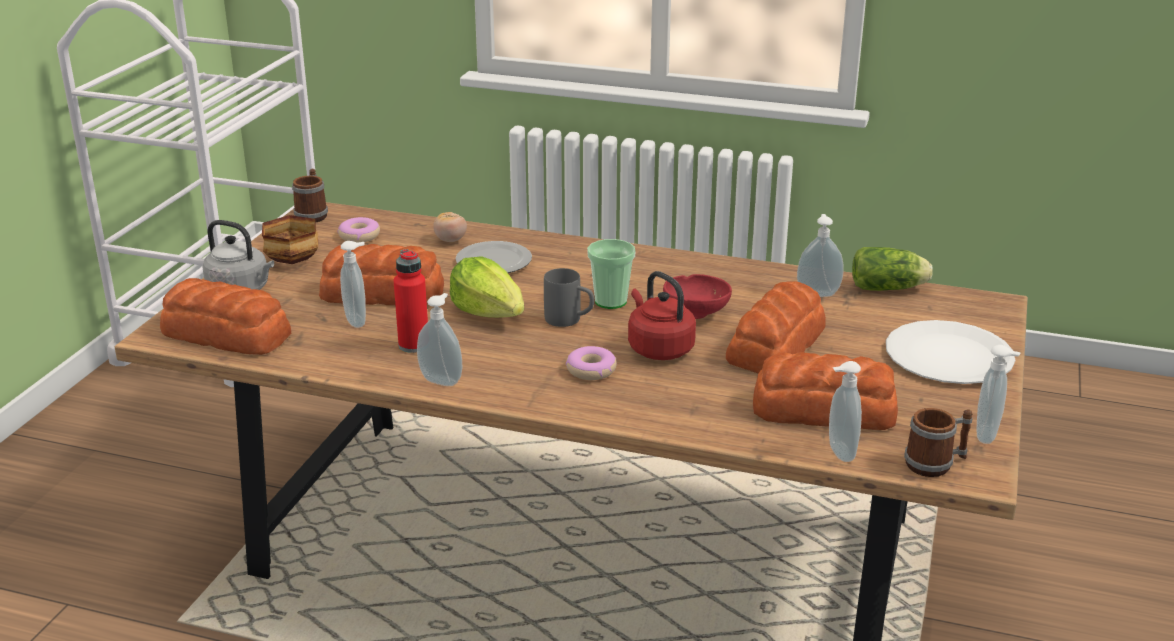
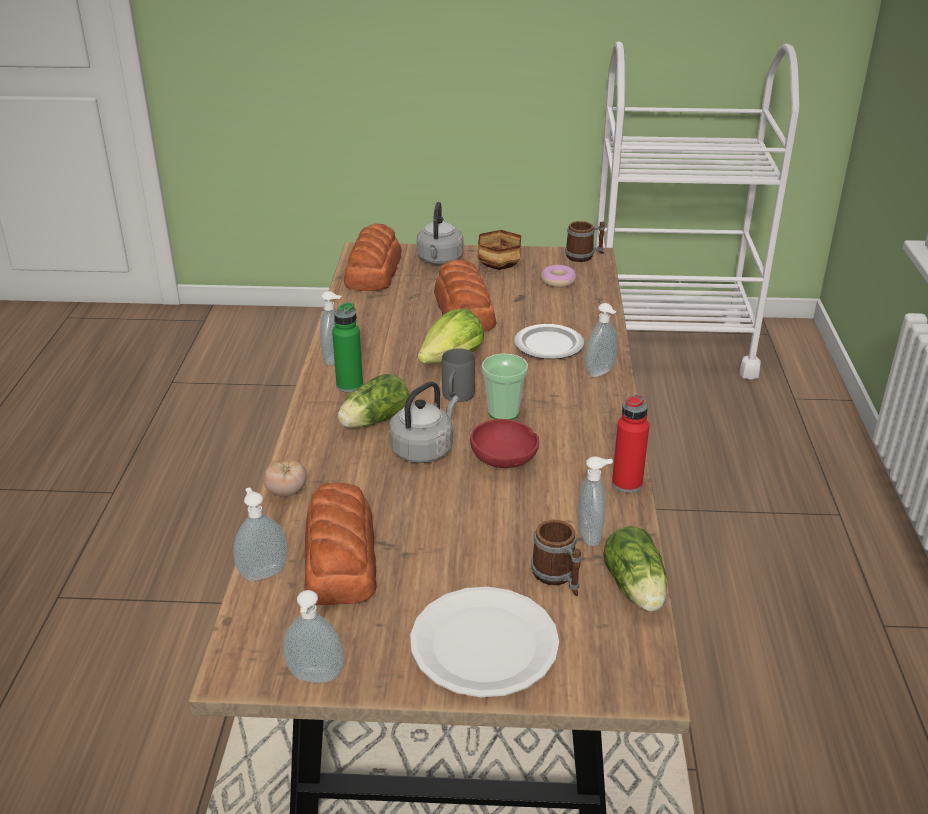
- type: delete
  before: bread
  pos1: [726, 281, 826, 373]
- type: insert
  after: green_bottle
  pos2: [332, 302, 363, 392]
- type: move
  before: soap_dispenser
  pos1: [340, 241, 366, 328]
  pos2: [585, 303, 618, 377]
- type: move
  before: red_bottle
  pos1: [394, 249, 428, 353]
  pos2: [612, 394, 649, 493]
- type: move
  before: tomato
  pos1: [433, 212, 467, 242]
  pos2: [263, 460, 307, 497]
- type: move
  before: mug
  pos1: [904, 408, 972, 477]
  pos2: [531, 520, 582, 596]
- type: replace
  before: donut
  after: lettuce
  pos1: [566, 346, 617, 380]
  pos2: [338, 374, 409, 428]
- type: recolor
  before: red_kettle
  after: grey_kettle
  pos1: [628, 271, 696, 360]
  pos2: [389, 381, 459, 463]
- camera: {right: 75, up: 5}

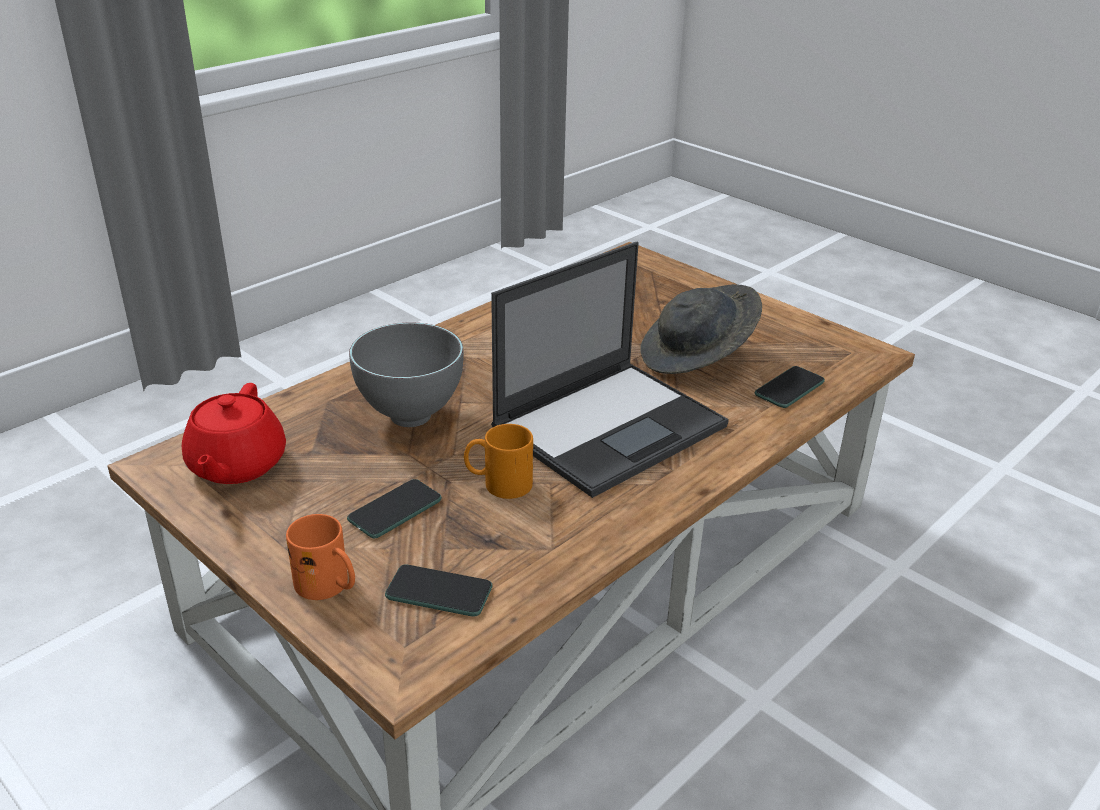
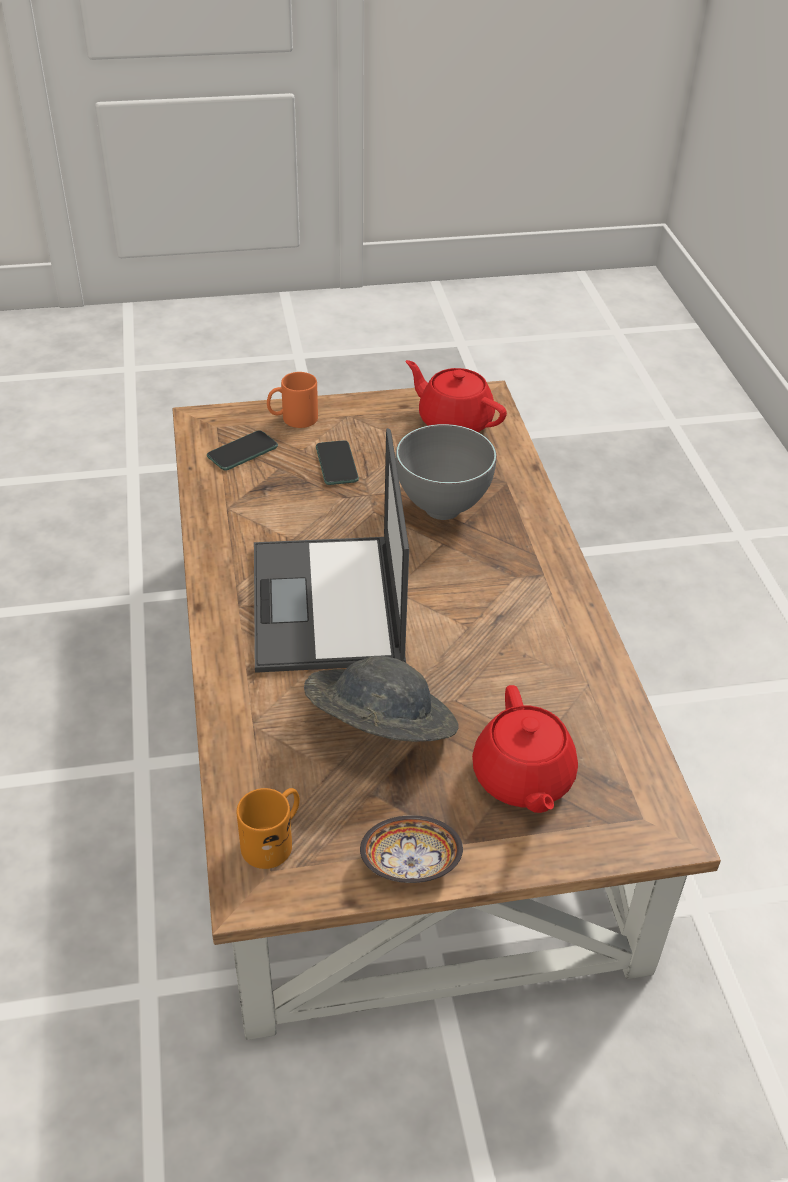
- type: delete
  before: phone
  pos1: [755, 366, 825, 408]
- type: insert
  after: bowl
  pos2: [360, 815, 463, 883]
- type: insert
  after: red_teapot
  pos2: [472, 685, 578, 813]
- type: move
  before: orange_mug
  pos1: [464, 424, 533, 499]
  pos2: [237, 788, 300, 869]
- camera: {right: 125, up: 10}

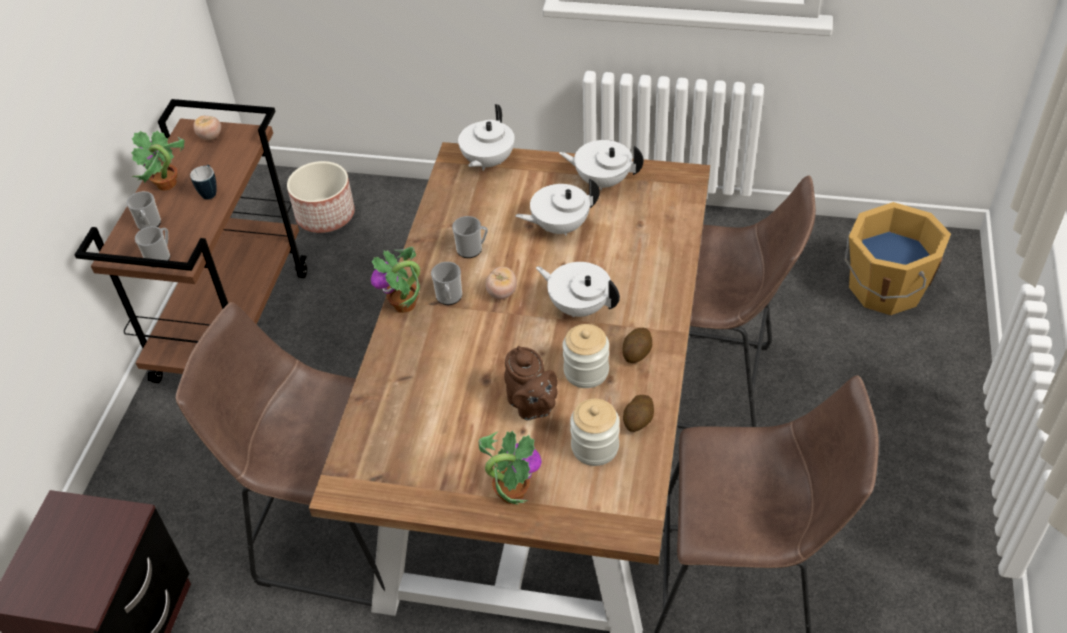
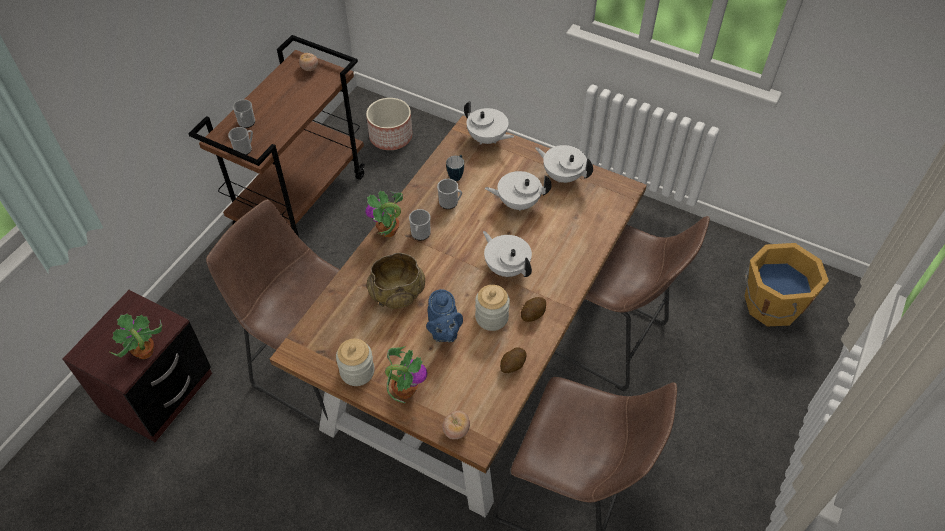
- type: insert
  after: beige_bowl
  pos2: [367, 253, 425, 309]
- type: move
  before: potted_plant
  pos1: [131, 130, 184, 191]
  pos2: [110, 314, 162, 359]
- type: move
  before: mug
  pos1: [190, 165, 217, 200]
  pos2: [446, 155, 464, 181]
- type: move
  before: tomato
  pos1: [486, 267, 517, 299]
  pos2: [443, 411, 470, 439]
- type: move
  before: jar
  pos1: [570, 399, 620, 466]
  pos2: [336, 339, 375, 386]
- type: recolor
  before: brown_teapot
  after: blue_teapot
  pos1: [504, 346, 558, 420]
  pos2: [426, 289, 463, 342]
- type: rotate
  before: white_teapot
  pos1: [458, 104, 515, 171]
  pos2: [464, 101, 514, 145]
  turn: -90
- camera: {right: 15, up: 5}

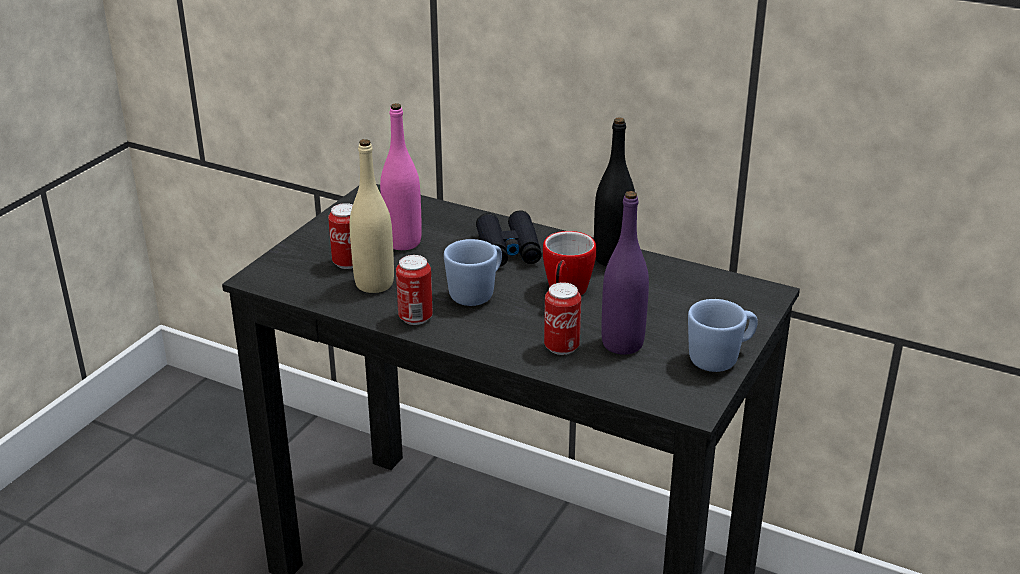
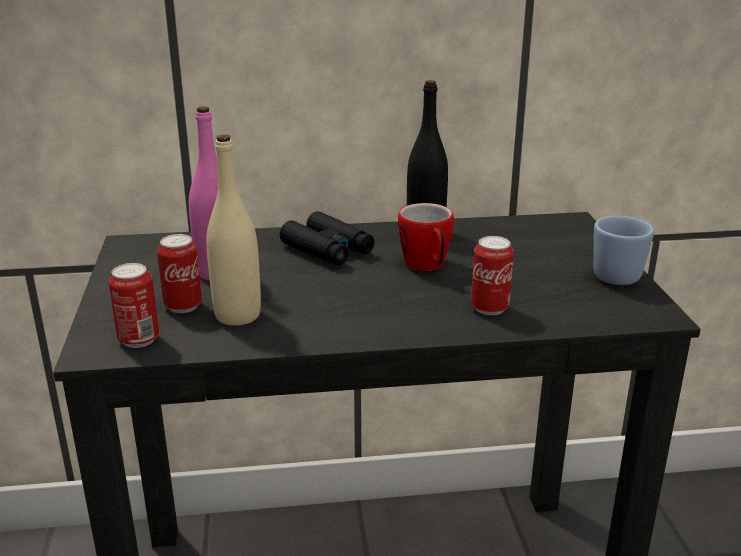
- type: delete
  before: blue_mug
  pos1: [444, 239, 502, 306]
- type: delete
  before: purple_bottle
  pos1: [601, 191, 649, 355]
- type: move
  before: can
  pos1: [396, 255, 433, 325]
  pos2: [108, 263, 159, 348]
- camera: {right: -35, up: -5}

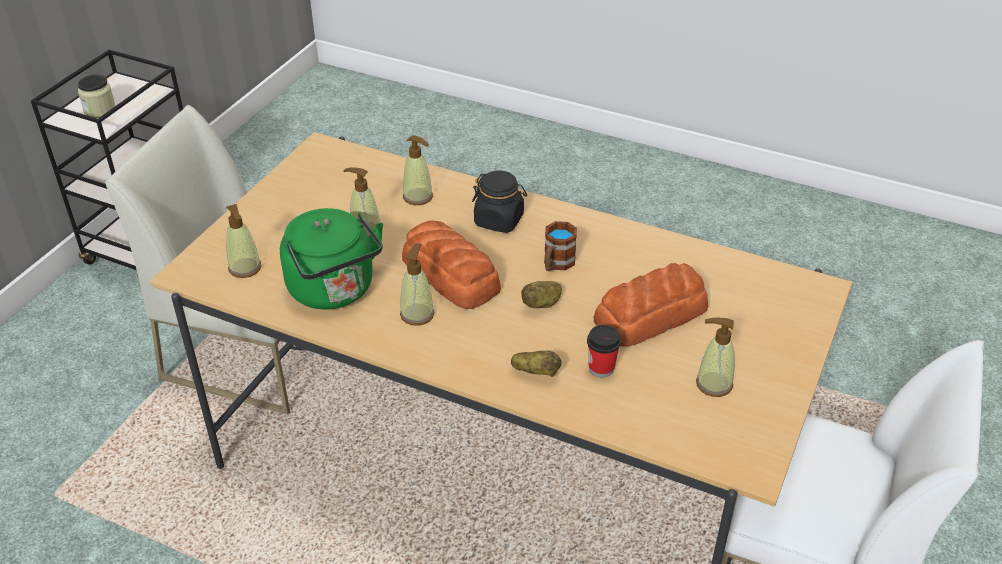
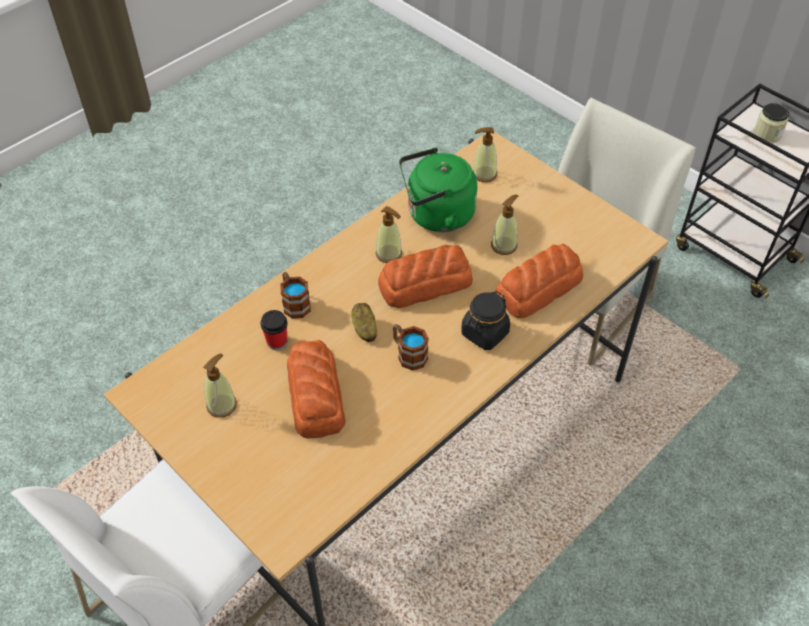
- type: replace
  before: soap_dispenser
  after: bread
  pos1: [403, 135, 433, 205]
  pos2: [495, 244, 583, 318]
- type: replace
  before: potato
  after: mug
  pos1: [511, 351, 561, 377]
  pos2: [281, 272, 311, 319]
- camera: {right: 110, up: 10}

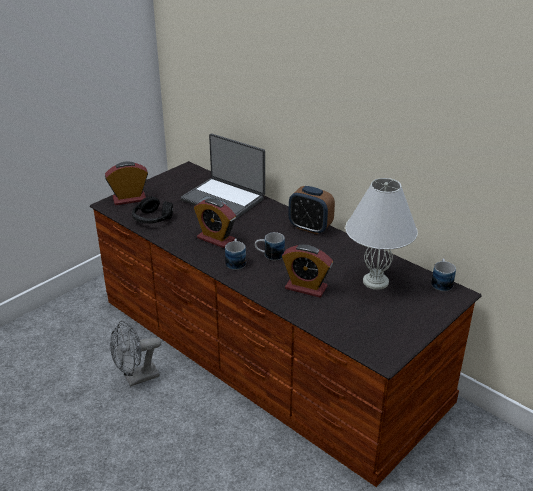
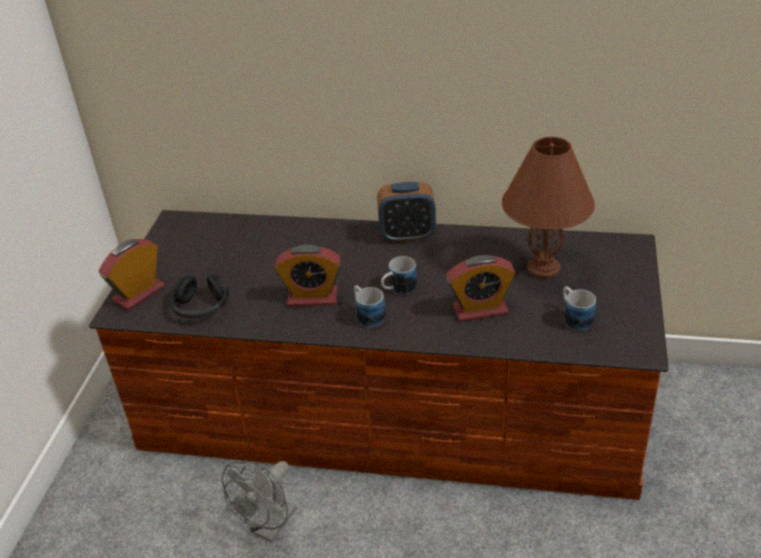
- type: delete
  before: laptop
  pos1: [181, 133, 265, 220]
- type: move
  before: mug
  pos1: [431, 258, 456, 291]
  pos2: [563, 286, 596, 331]
- type: recolor
  before: white_table_lamp
  after: brown_table_lamp
  pos1: [345, 178, 418, 290]
  pos2: [502, 137, 595, 279]
- camera: {right: -30, up: 5}

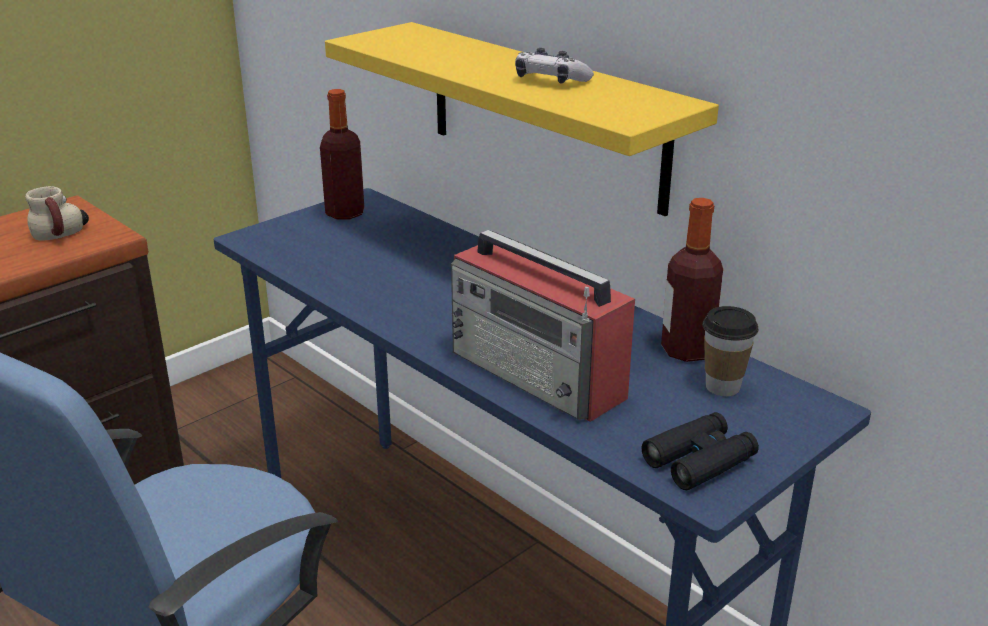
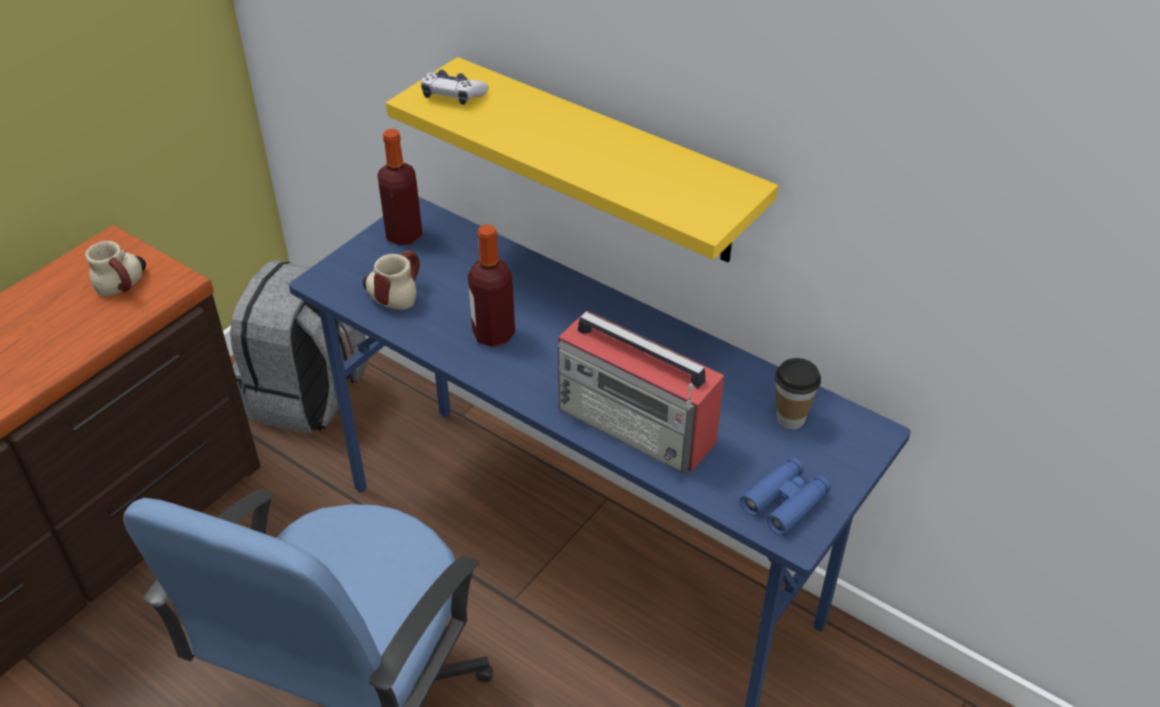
- type: insert
  after: grey_backpack
  pos2: [230, 260, 368, 435]
- type: insert
  after: mug
  pos2: [363, 250, 420, 310]
- type: move
  before: game_controller
  pos1: [515, 48, 594, 84]
  pos2: [421, 70, 489, 105]
- type: move
  before: bottle
  pos1: [661, 198, 723, 362]
  pos2: [468, 224, 515, 347]
- type: recolor
  before: black_binoculars
  after: blue_binoculars
  pos1: [642, 412, 759, 490]
  pos2: [740, 457, 831, 535]
- camera: {right: -10, up: 15}

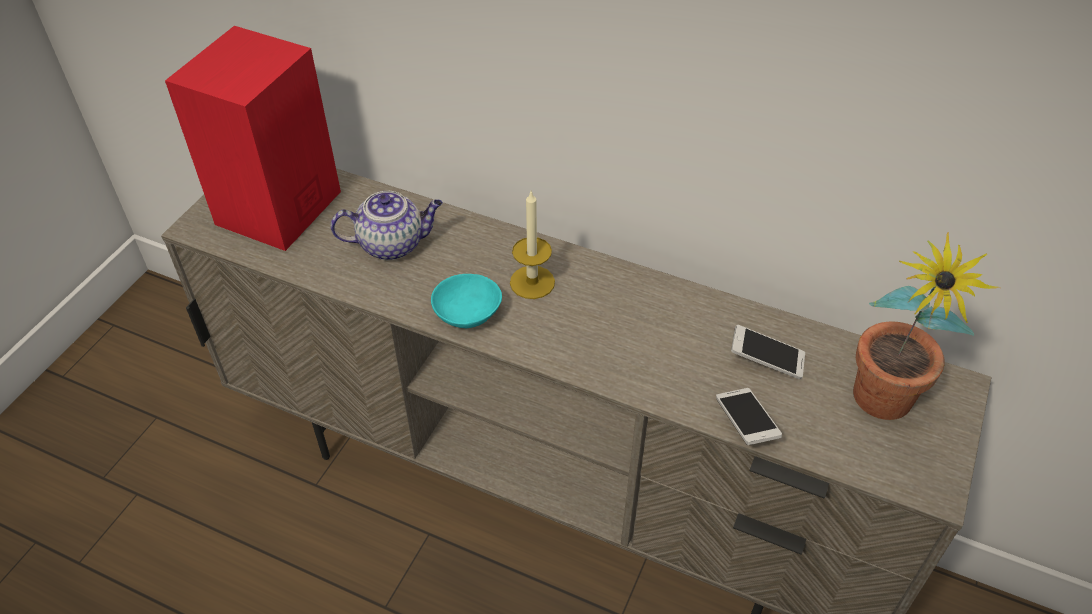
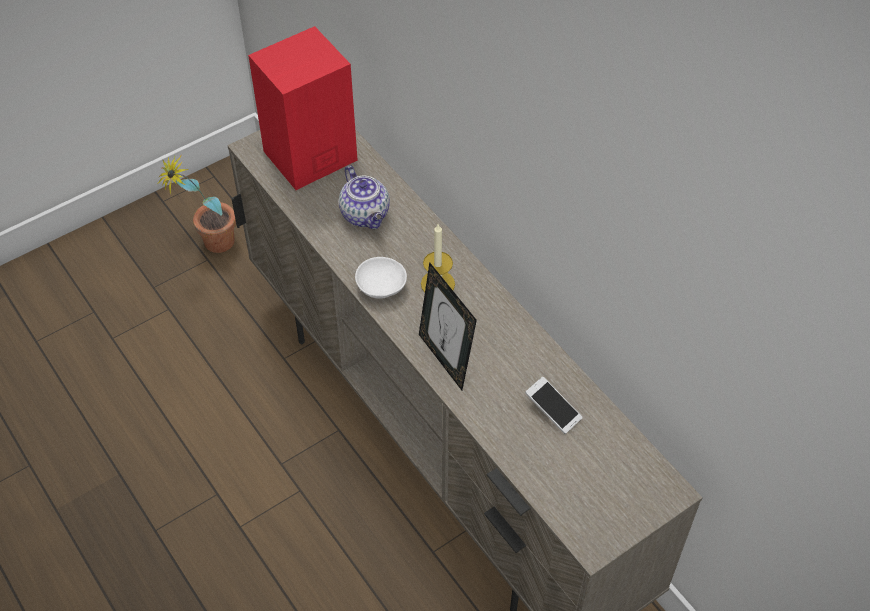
- type: delete
  before: phone
  pos1: [716, 388, 782, 445]
- type: insert
  after: picture_frame
  pos2: [419, 262, 477, 390]
- type: move
  before: potted_plant
  pos1: [853, 232, 1000, 420]
  pos2: [157, 155, 236, 253]
- type: recolor
  before: turquoise_bowl
  after: white_bowl
  pos1: [431, 274, 502, 328]
  pos2: [355, 257, 407, 299]
- type: rotate
  before: teapot
  pos1: [330, 191, 443, 260]
  pos2: [339, 165, 390, 229]
  turn: 45
- camera: {right: 30, up: 5}

